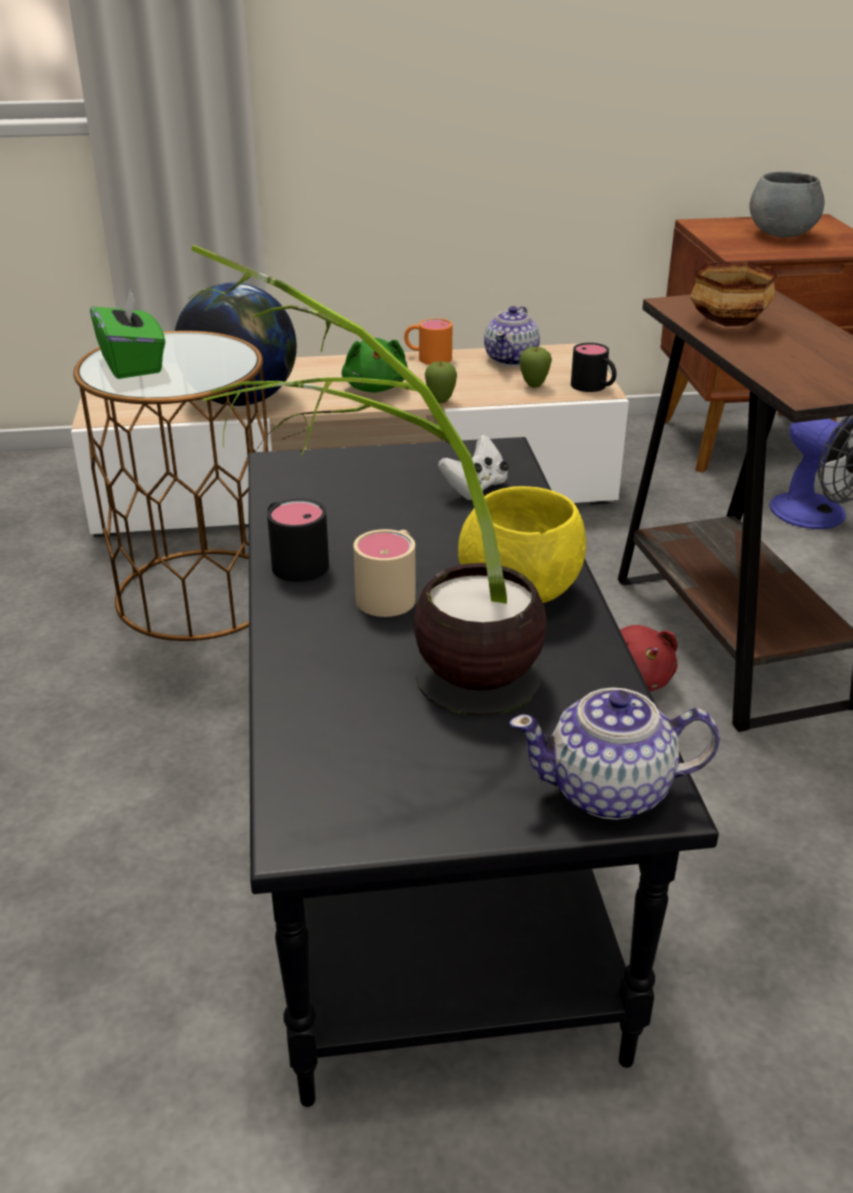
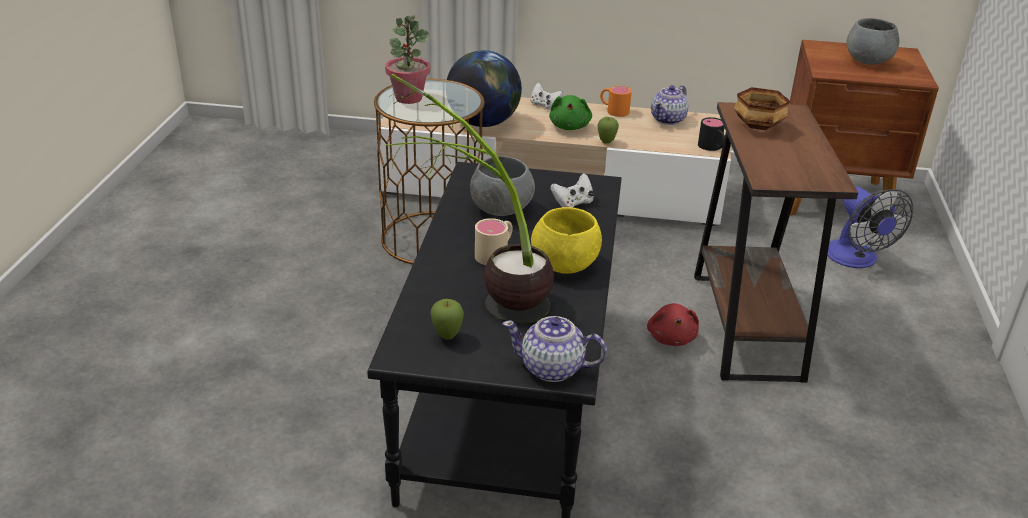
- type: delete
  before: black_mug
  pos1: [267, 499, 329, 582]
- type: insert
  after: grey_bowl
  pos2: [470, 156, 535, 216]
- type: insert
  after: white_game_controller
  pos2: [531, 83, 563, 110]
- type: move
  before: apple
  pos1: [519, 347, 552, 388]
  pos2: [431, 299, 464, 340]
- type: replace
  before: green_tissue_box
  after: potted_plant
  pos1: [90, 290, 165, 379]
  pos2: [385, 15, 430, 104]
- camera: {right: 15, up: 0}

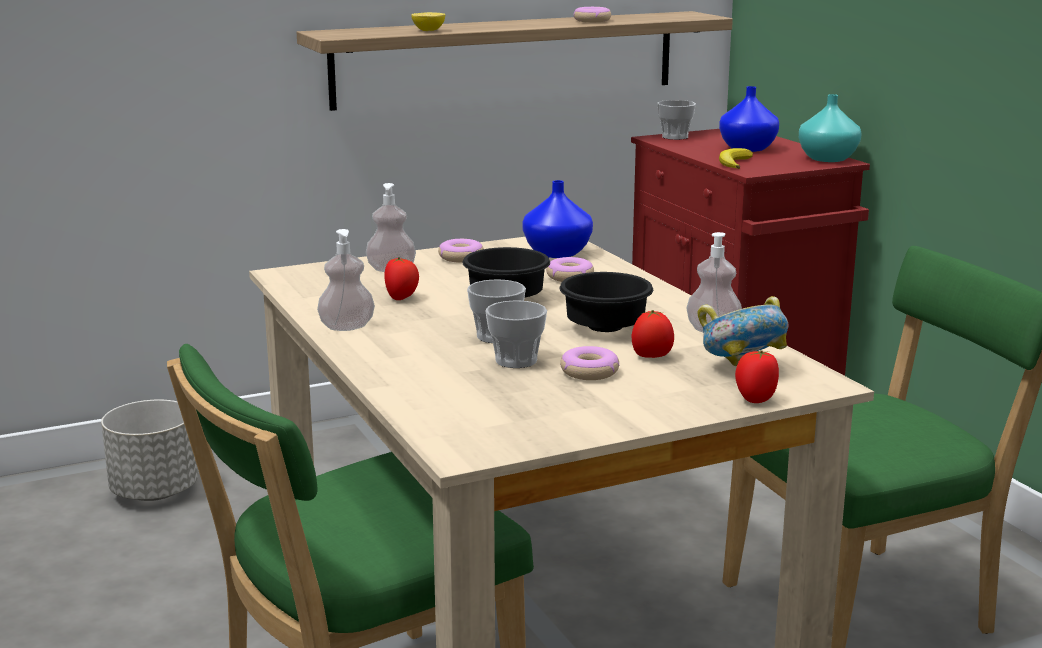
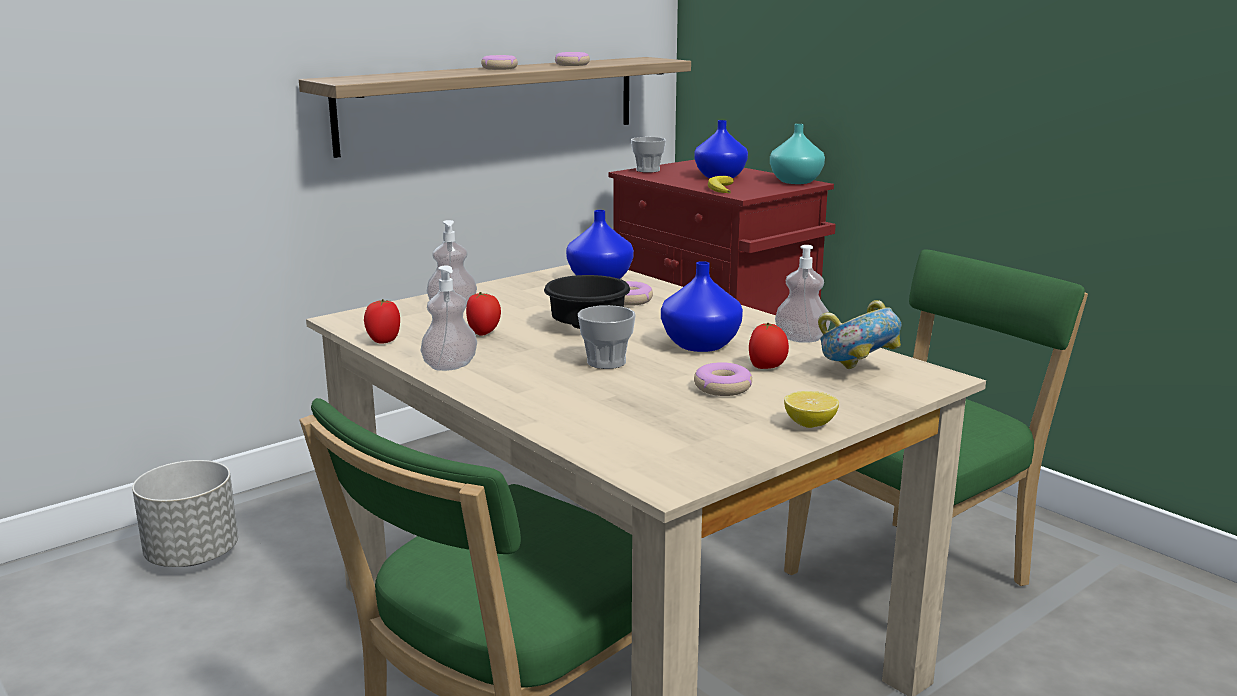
- type: delete
  before: cup
  pos1: [485, 300, 547, 368]
- type: move
  before: lemon
  pos1: [411, 12, 446, 31]
  pos2: [784, 391, 839, 428]
- type: move
  before: donut
  pos1: [438, 239, 484, 263]
  pos2: [481, 55, 518, 70]
- type: move
  before: tomato
  pos1: [735, 350, 779, 403]
  pos2: [364, 299, 400, 344]
- type: replace
  before: black_bowl
  after: blue_vase
  pos1: [560, 272, 653, 332]
  pos2: [661, 261, 743, 352]
- camera: {right: -15, up: 0}

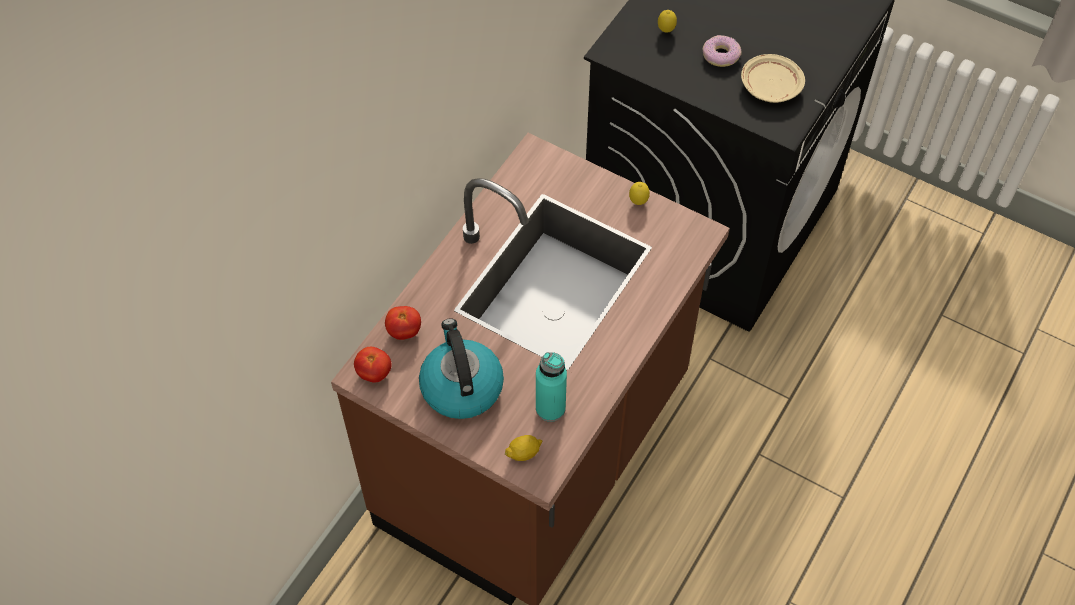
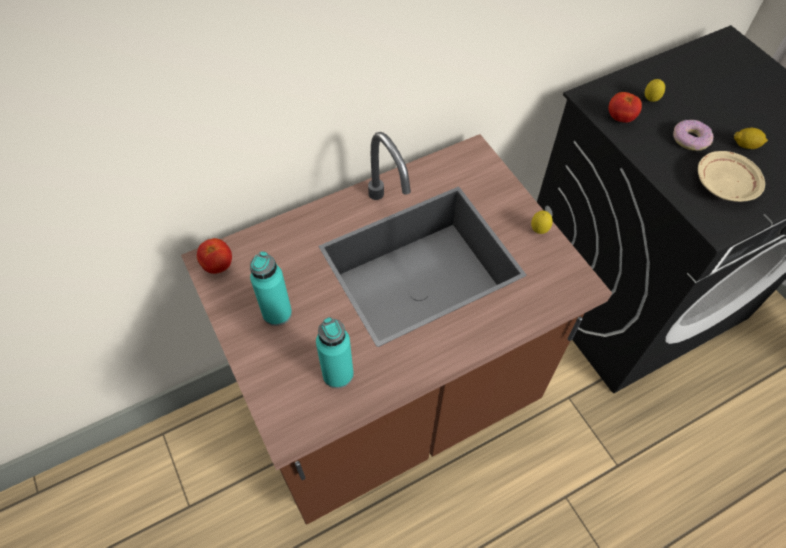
- type: move
  before: tomato
  pos1: [385, 306, 421, 340]
  pos2: [609, 92, 642, 123]
- type: move
  before: lemon
  pos1: [505, 435, 542, 461]
  pos2: [734, 128, 768, 149]
- type: replace
  before: kettle
  after: turquoise_bottle
  pos1: [419, 319, 504, 419]
  pos2: [250, 251, 292, 326]
- camera: {right: 30, up: 0}

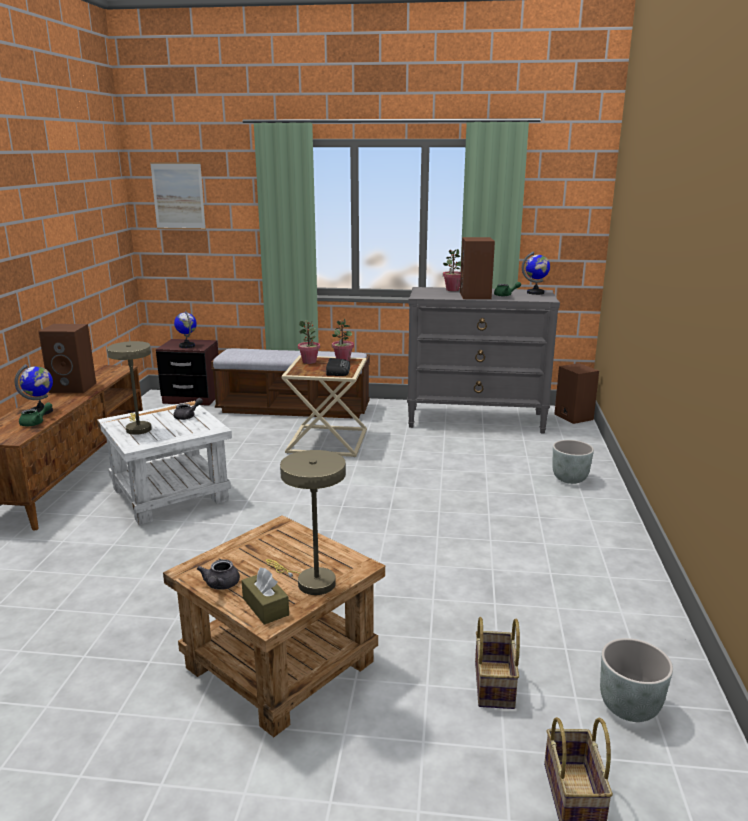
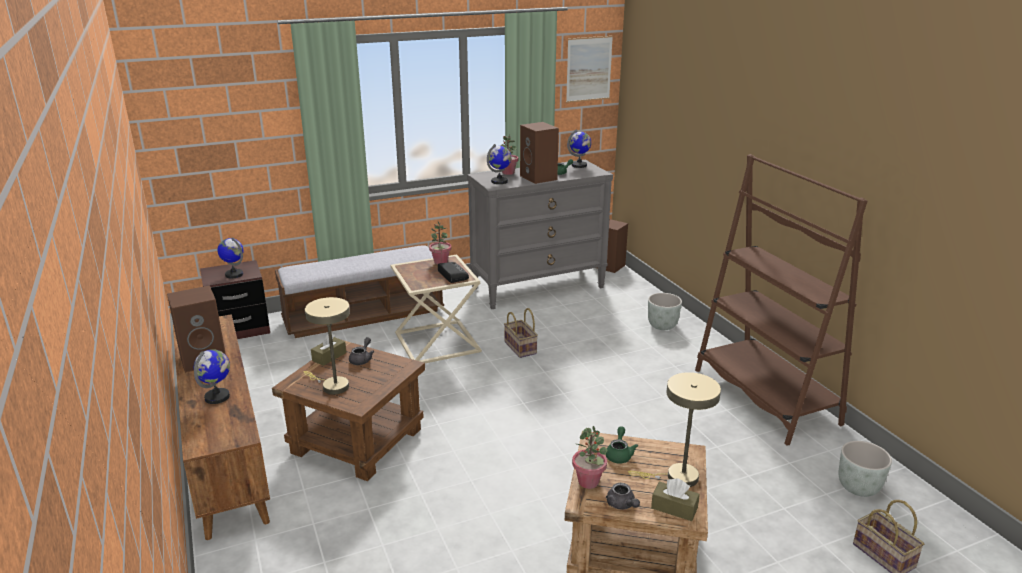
- type: insert
  after: brown_tissue_box
  pos2: [311, 334, 346, 366]
- type: insert
  after: globe
  pos2: [487, 144, 511, 184]
- type: insert
  after: brown_bookcase
  pos2: [695, 154, 868, 446]
- type: move
  before: green_teapot
  pos1: [19, 402, 52, 426]
  pos2: [605, 426, 638, 463]
- type: move
  before: picture
  pos1: [150, 162, 206, 230]
  pos2: [566, 36, 613, 103]
- type: move
  before: potted_plant
  pos1: [298, 320, 320, 364]
  pos2: [572, 426, 608, 489]
- type: move
  before: basket
  pos1: [475, 617, 520, 709]
  pos2: [504, 308, 538, 358]
- type: recolor
  before: white_side_table
  after: brown_side_table
  pos1: [97, 401, 232, 525]
  pos2: [272, 340, 425, 481]
- camera: {right: -30, up: 5}

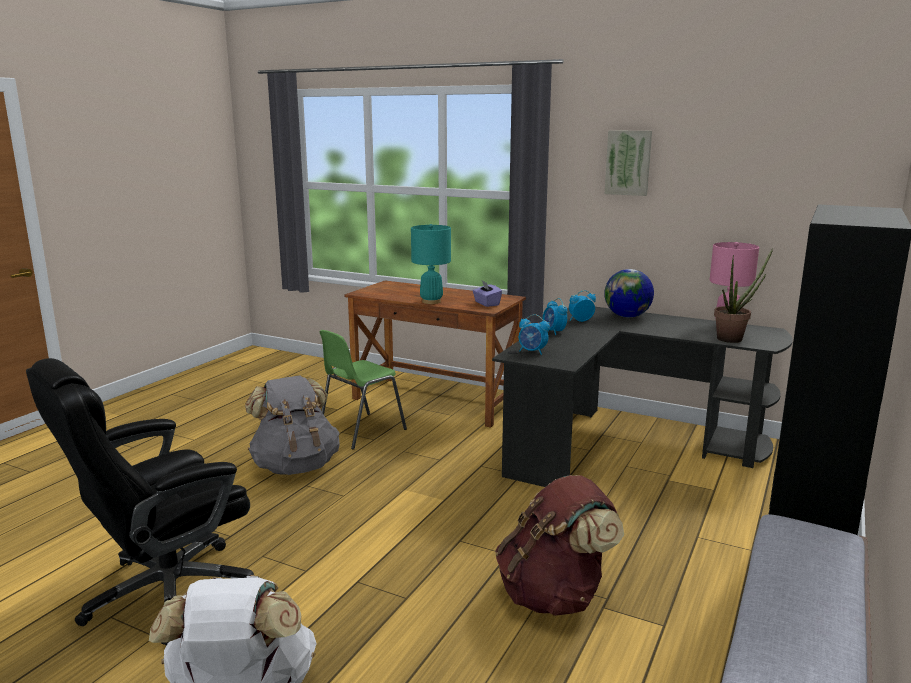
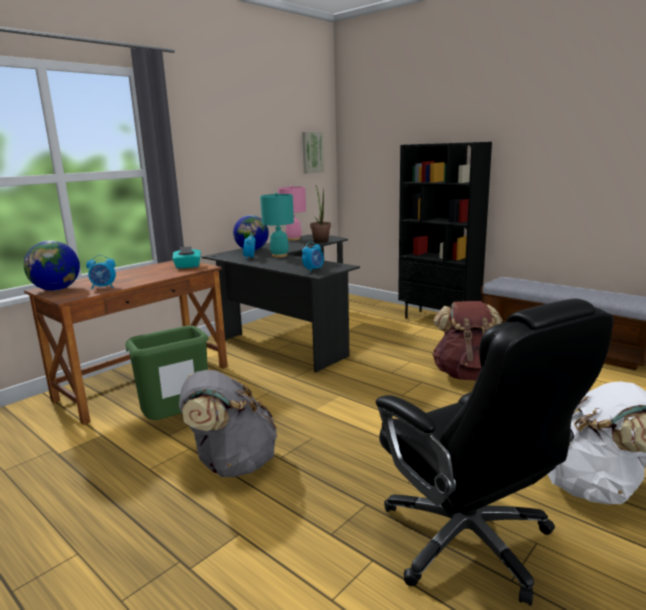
- type: insert
  after: globe
  pos2: [24, 241, 80, 291]
- type: move
  before: turquoise_table_lamp
  pos1: [411, 224, 451, 304]
  pos2: [260, 193, 294, 258]
- type: move
  before: alarm_clock
  pos1: [543, 298, 567, 335]
  pos2: [86, 255, 116, 289]
- type: move
  before: picture
  pos1: [605, 130, 652, 196]
  pos2: [302, 132, 324, 174]
- type: replace
  before: green_chair
  after: green_trash_can
  pos1: [319, 330, 407, 450]
  pos2: [125, 325, 209, 420]
- type: recolor
  before: purple_tissue_box
  after: turquoise_tissue_box
  pos1: [473, 281, 502, 307]
  pos2: [173, 246, 201, 269]
- camera: {right: -75, up: 0}

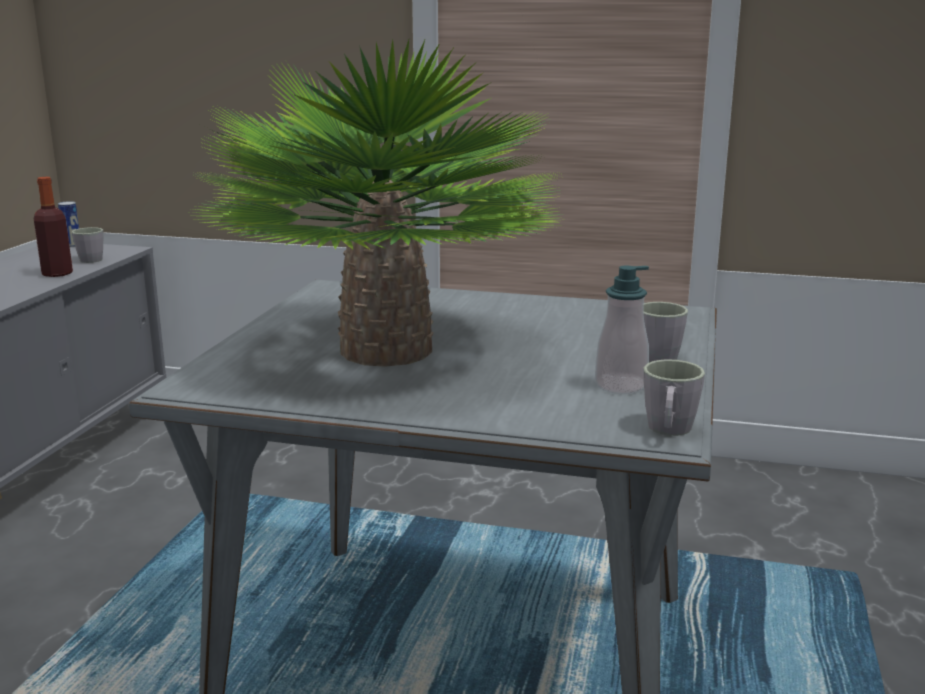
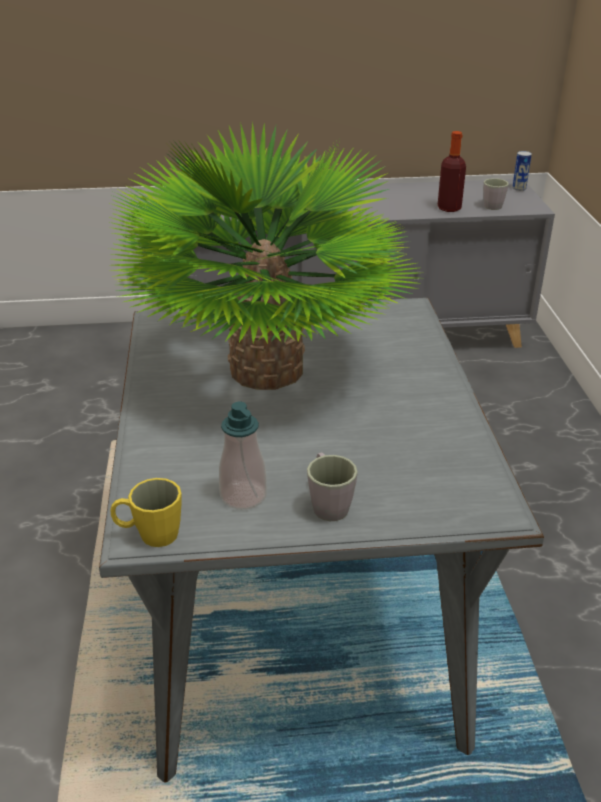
- type: recolor
  before: grey_mug
  after: yellow_mug
  pos1: [643, 359, 705, 436]
  pos2: [110, 478, 182, 547]
- camera: {right: 70, up: 15}

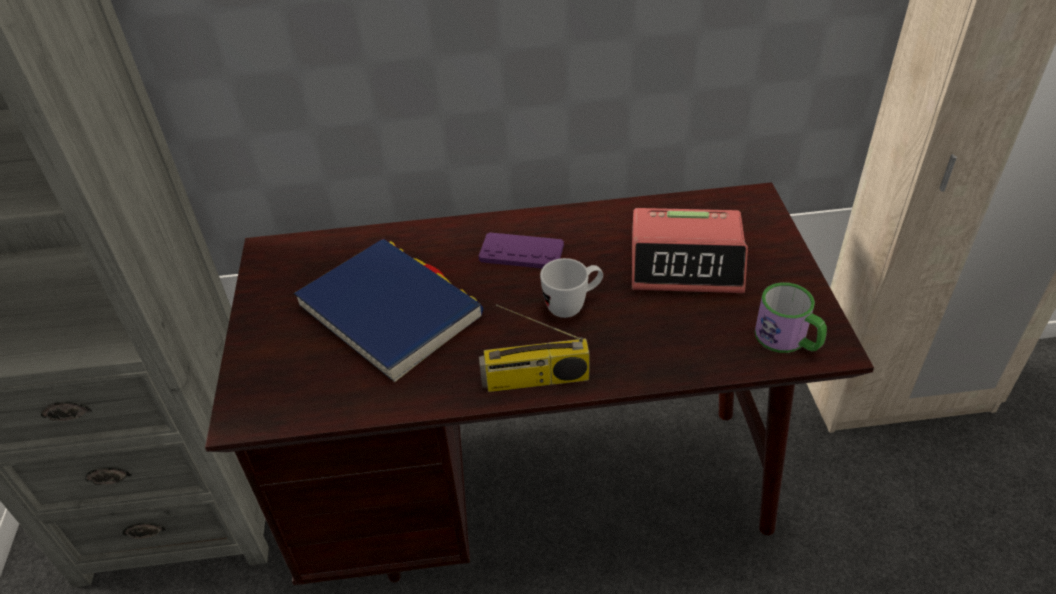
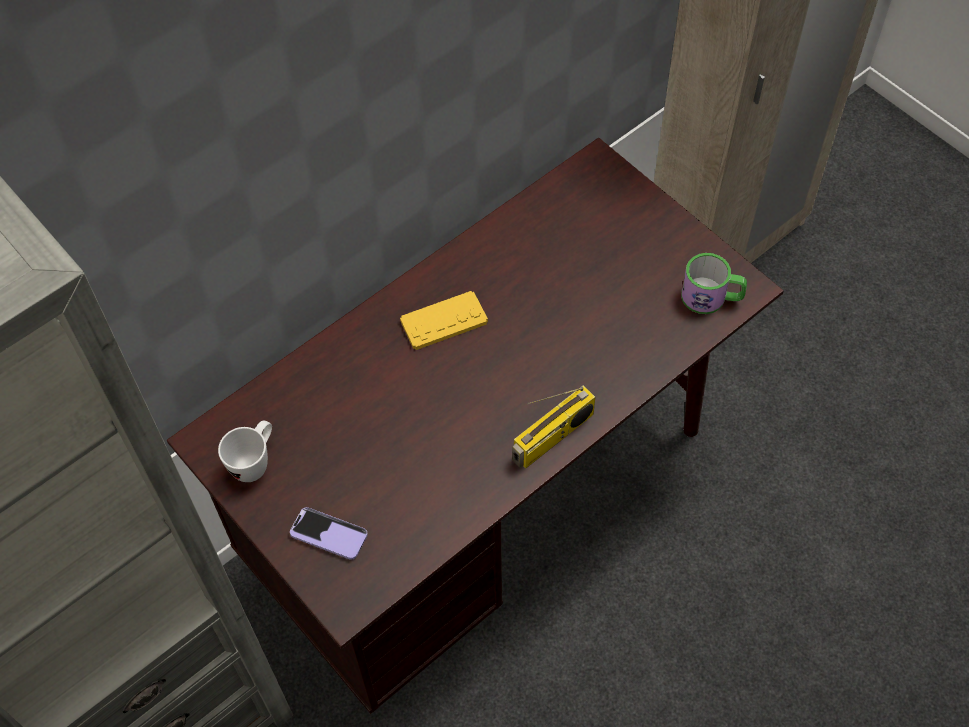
- type: delete
  before: blue_book
  pos1: [294, 239, 483, 382]
- type: delete
  before: alarm_clock
  pos1: [632, 208, 748, 293]
- type: insert
  after: phone
  pos2: [290, 507, 368, 560]
- type: move
  before: white_mug
  pos1: [540, 258, 603, 318]
  pos2: [218, 420, 272, 482]
- type: recolor
  before: purple_game_controller
  after: yellow_game_controller
  pos1: [478, 232, 564, 268]
  pos2: [400, 291, 488, 350]
- camera: {right: -35, up: 15}

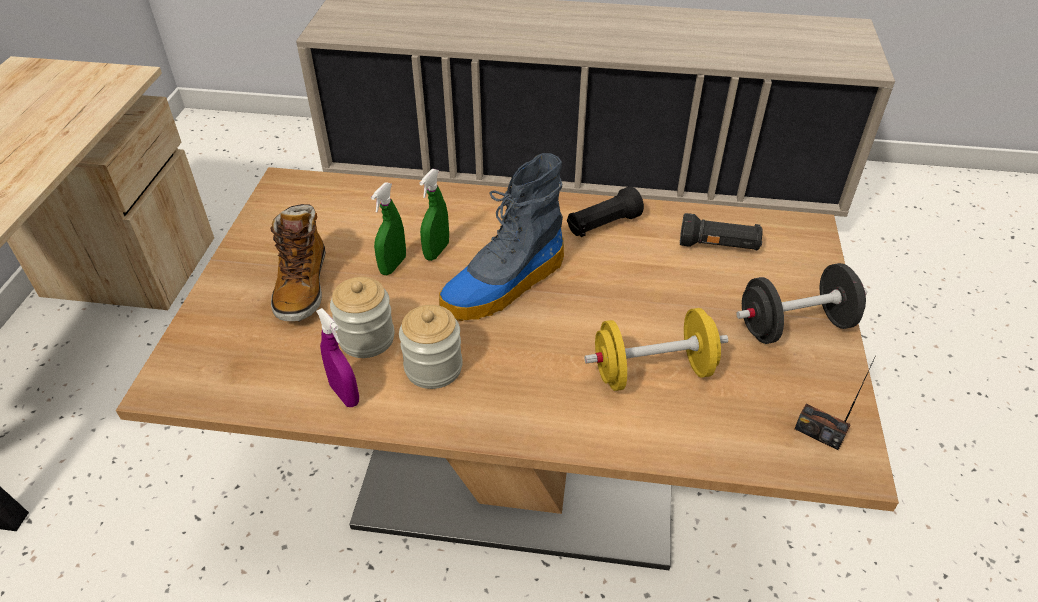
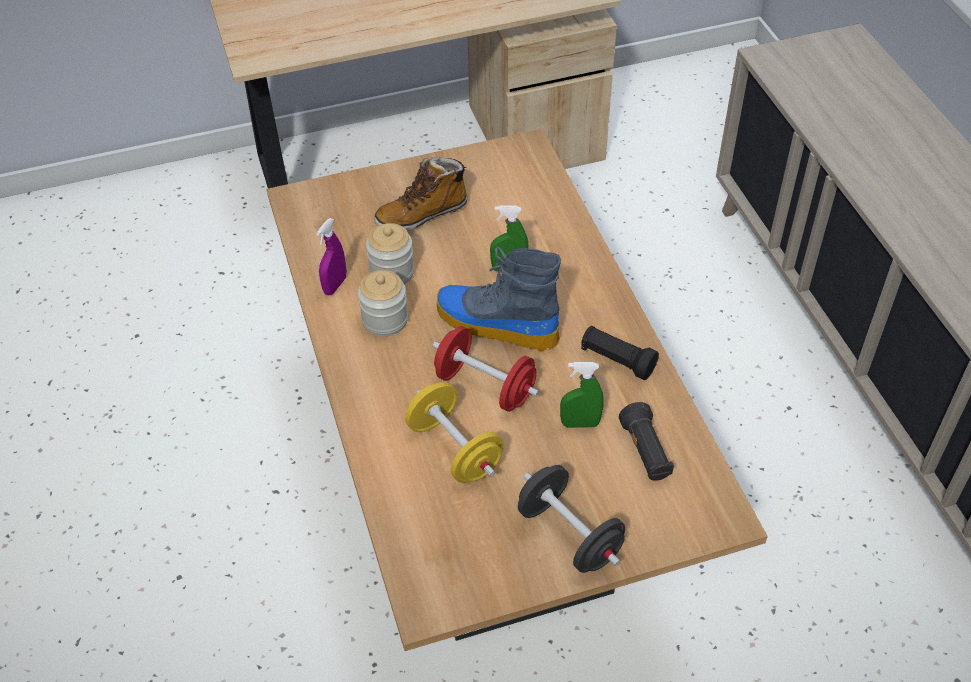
- type: delete
  before: radio
  pos1: [794, 358, 875, 450]
- type: insert
  after: red_dumbbell
  pos2: [433, 326, 539, 412]
- type: move
  before: green_spray_bottle
  pos1: [371, 182, 406, 275]
  pos2: [560, 362, 603, 428]
- camera: {right: 65, up: 5}

